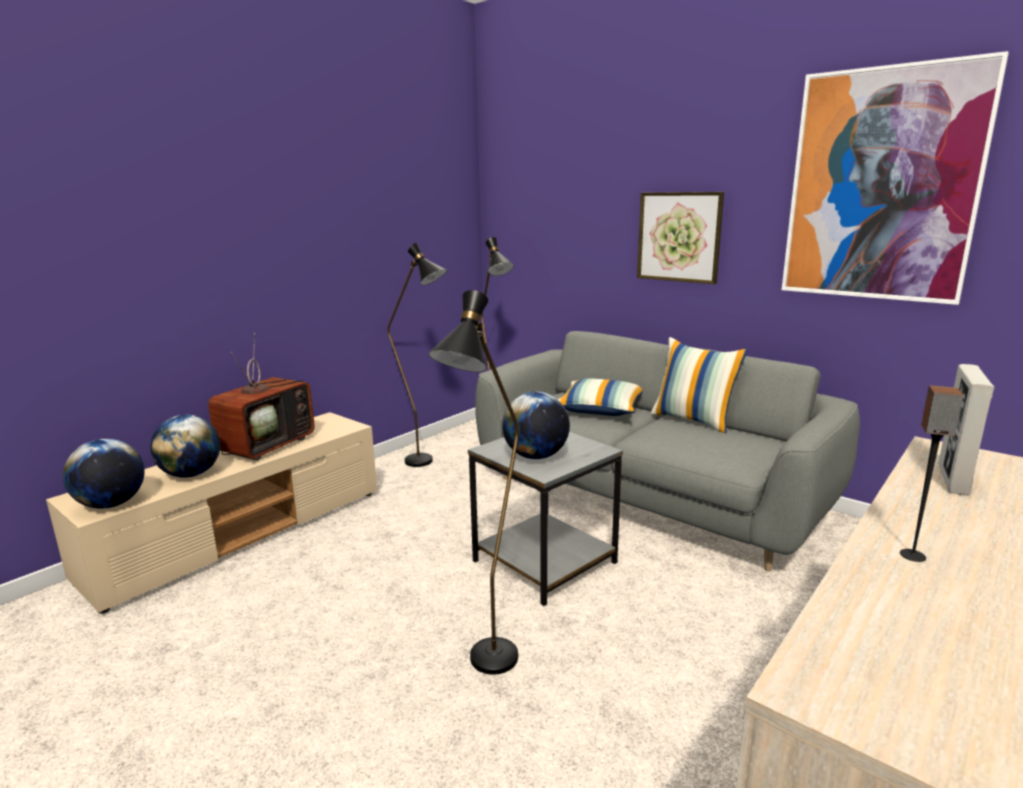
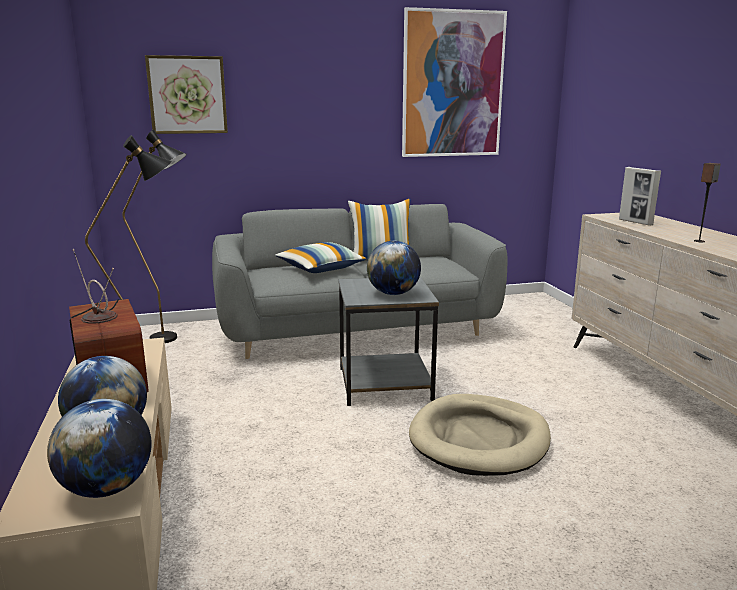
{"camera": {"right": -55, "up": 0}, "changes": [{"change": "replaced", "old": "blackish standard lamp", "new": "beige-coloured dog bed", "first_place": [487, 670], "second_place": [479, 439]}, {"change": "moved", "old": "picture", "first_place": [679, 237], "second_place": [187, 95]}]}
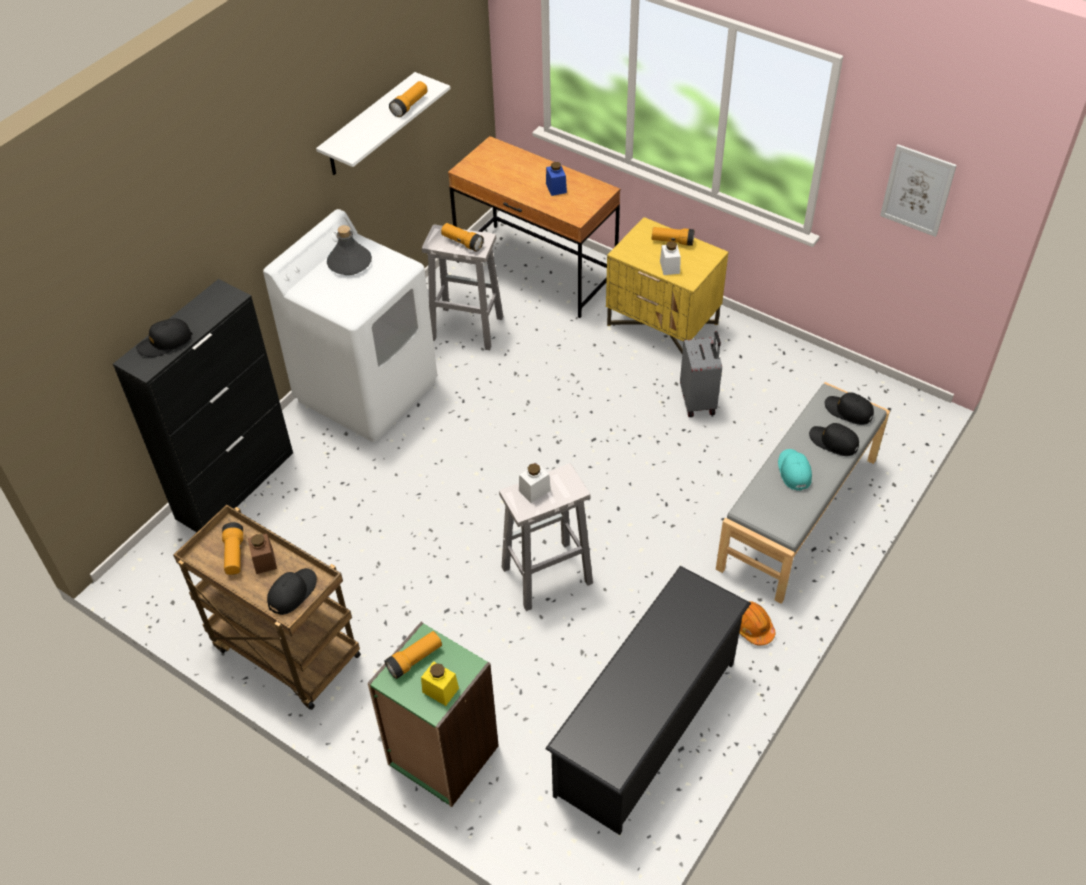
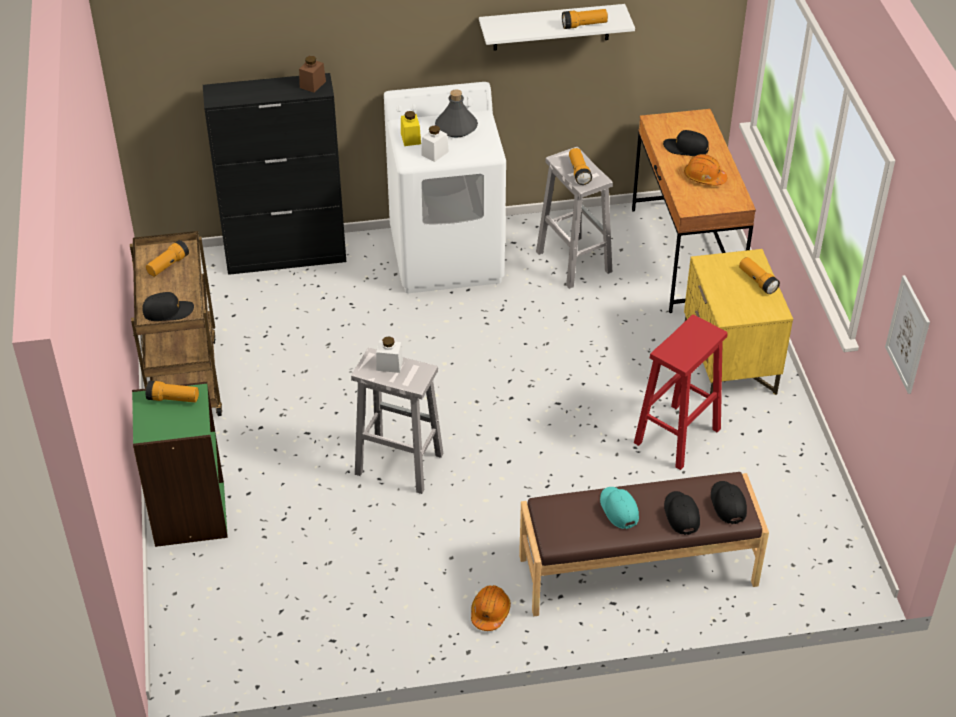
{"camera": {"right": 45, "up": -5}, "changes": [{"change": "moved", "old": "blackish cap", "first_place": [165, 343], "second_place": [686, 148]}, {"change": "moved", "old": "brown storage jar", "first_place": [264, 561], "second_place": [312, 84]}, {"change": "moved", "old": "yellow storage jar", "first_place": [440, 690], "second_place": [410, 138]}, {"change": "removed", "old": "blackish shoe stand", "first_place": [647, 727]}, {"change": "replaced", "old": "bluish storage jar", "new": "orange-coloured safety helmet", "first_place": [556, 188], "second_place": [704, 177]}, {"change": "moved", "old": "white storage jar", "first_place": [669, 267], "second_place": [435, 153]}, {"change": "replaced", "old": "grey travel case", "new": "red stool seat", "first_place": [699, 401], "second_place": [676, 437]}, {"change": "recoloured", "old": "grey bench", "new": "brown bench", "first_place": [799, 514], "second_place": [638, 572]}, {"change": "turned", "old": "turquoise cap", "first_place": [794, 471], "second_place": [618, 509], "degrees": -60}]}
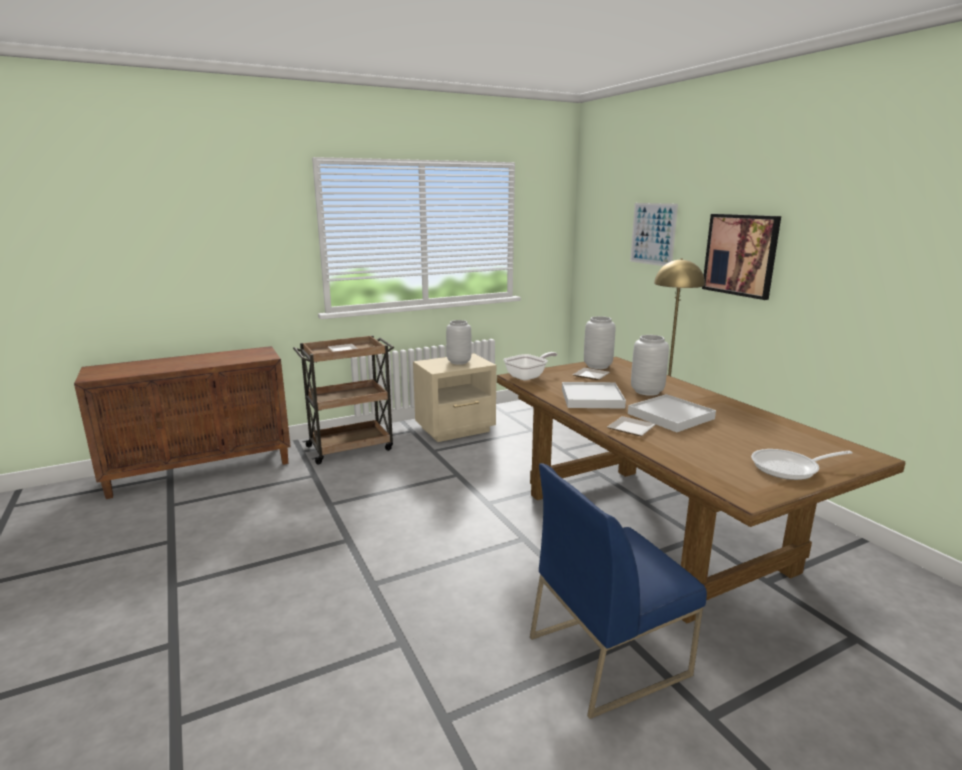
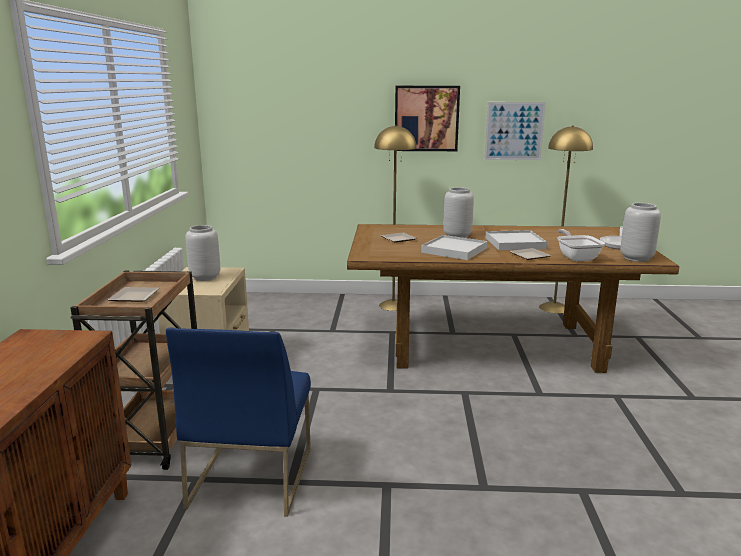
{"camera": {"right": -60, "up": 0}, "changes": [{"change": "moved", "old": "skillet", "first_place": [528, 376], "second_place": [576, 257]}, {"change": "moved", "old": "bluish chair", "first_place": [608, 654], "second_place": [250, 476]}, {"change": "moved", "old": "grey flower vase", "first_place": [598, 366], "second_place": [636, 258]}, {"change": "moved", "old": "picture", "first_place": [653, 234], "second_place": [514, 131]}, {"change": "added", "new": "yellow standard lamp", "second_place": [554, 308]}]}
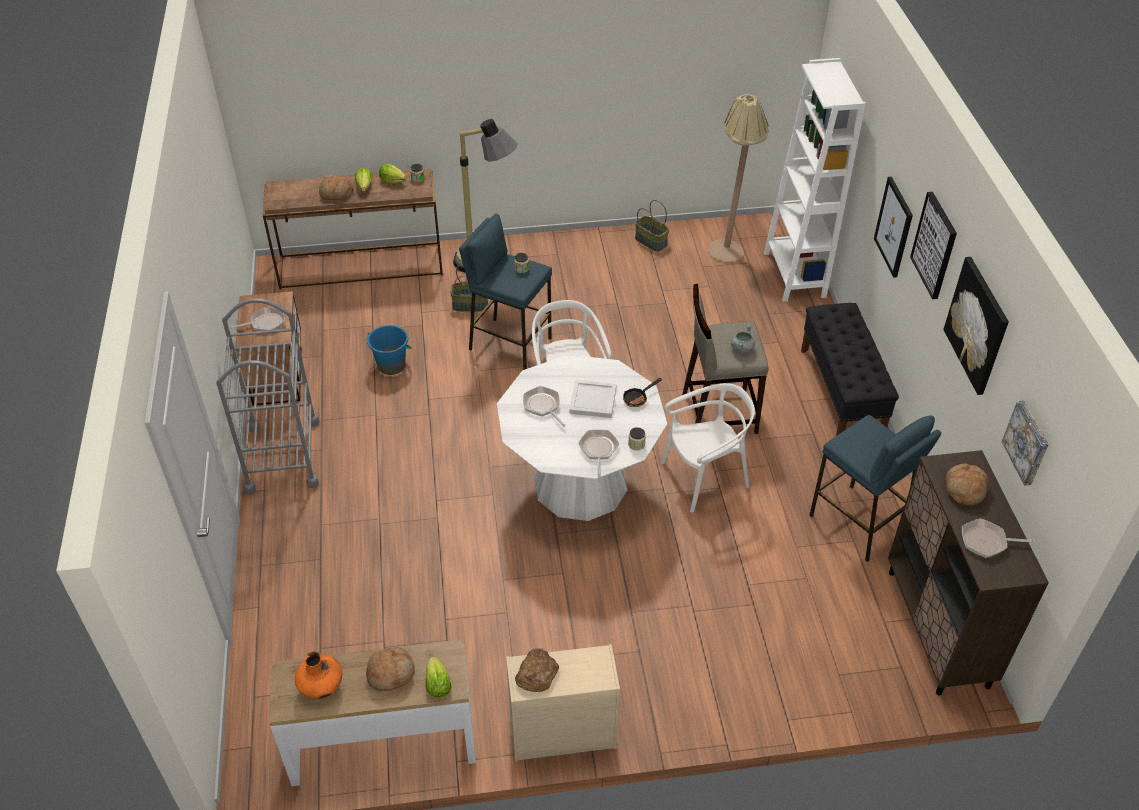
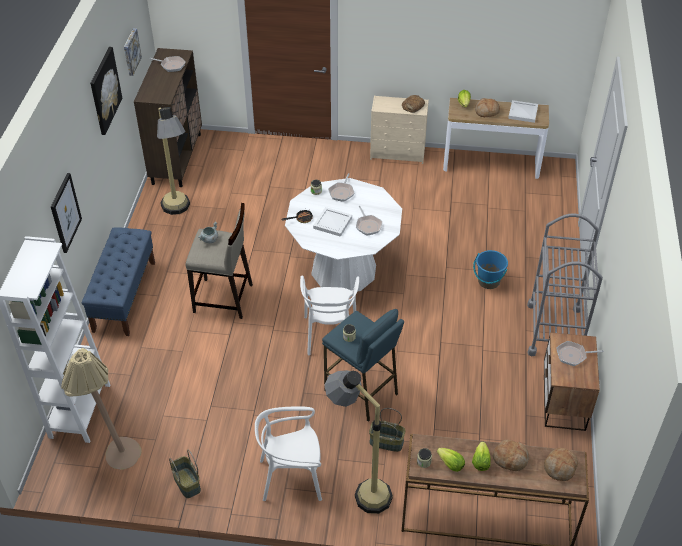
{"camera": {"right": -165, "up": 0}, "changes": [{"change": "replaced", "old": "orange-coloured flower vase", "new": "white tray", "first_place": [321, 686], "second_place": [522, 113]}, {"change": "moved", "old": "bluish water bucket", "first_place": [391, 365], "second_place": [488, 281]}, {"change": "moved", "old": "white chair", "first_place": [705, 478], "second_place": [291, 477]}, {"change": "recoloured", "old": "blackish bench", "new": "bluish bench", "first_place": [841, 392], "second_place": [124, 296]}, {"change": "replaced", "old": "bluish stool seat", "new": "standard lamp", "first_place": [858, 524], "second_place": [179, 213]}, {"change": "removed", "old": "picture", "first_place": [935, 245]}, {"change": "moved", "old": "bakery bread", "first_place": [964, 489], "second_place": [560, 467]}]}
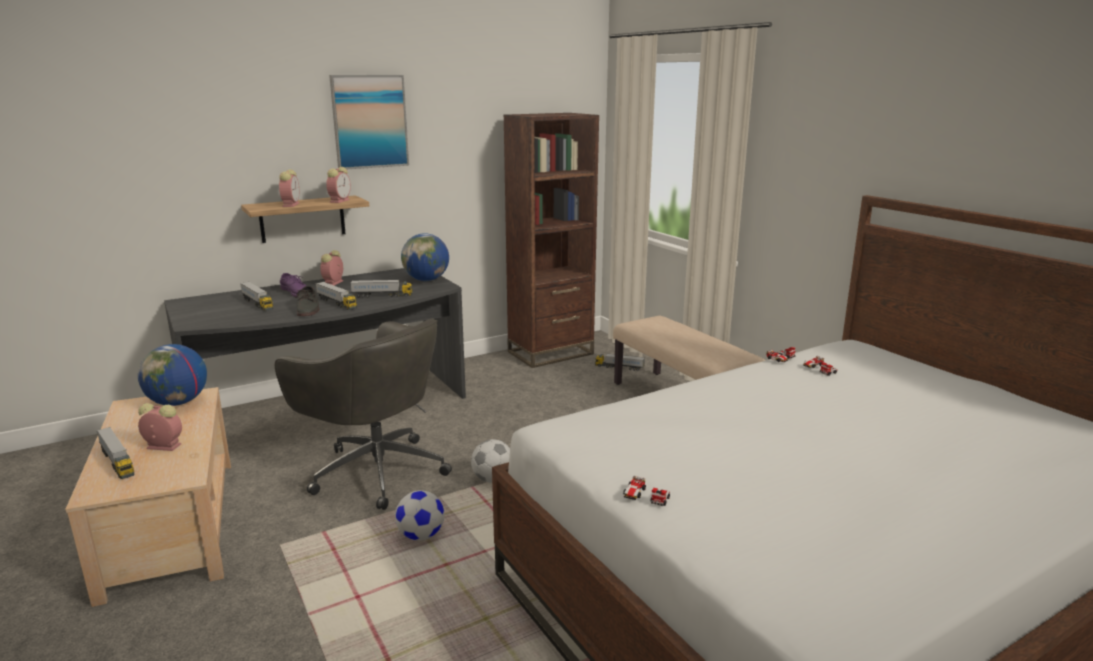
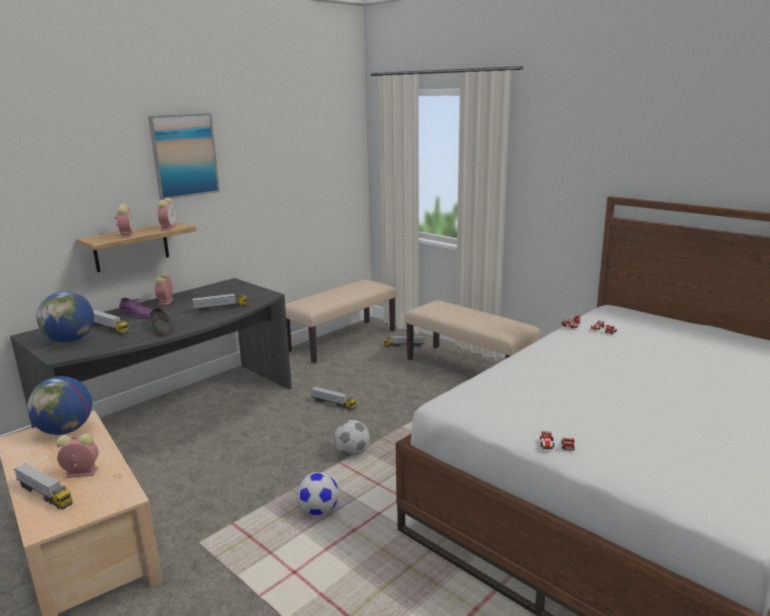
{"camera": {"right": -15, "up": 0}, "changes": [{"change": "removed", "old": "grey desk chair", "first_place": [376, 470]}, {"change": "moved", "old": "model truck", "first_place": [336, 303], "second_place": [333, 404]}, {"change": "moved", "old": "world globe", "first_place": [426, 280], "second_place": [70, 340]}, {"change": "replaced", "old": "brown shelving unit", "new": "beige-coloured bench", "first_place": [550, 353], "second_place": [342, 340]}]}
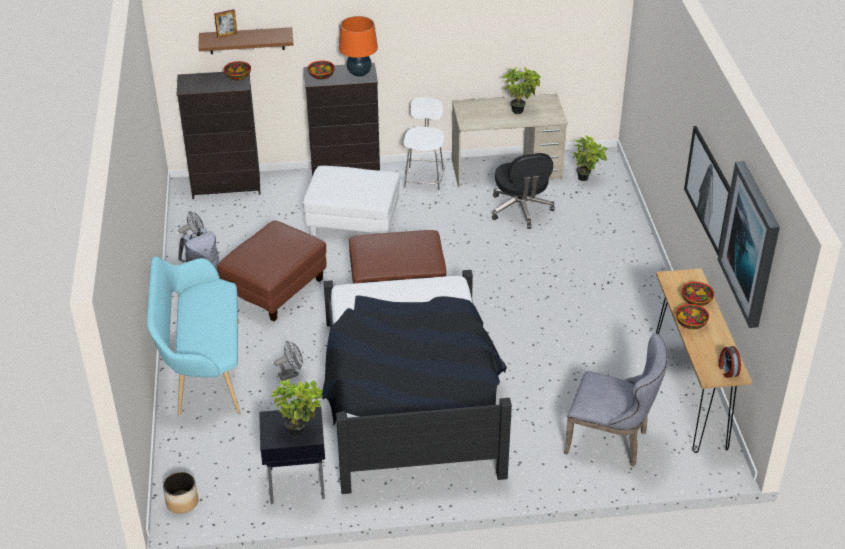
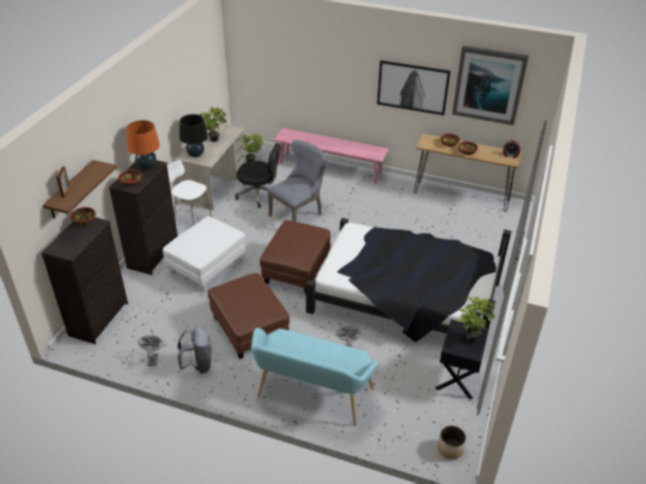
{"camera": {"right": -65, "up": 0}, "changes": [{"change": "moved", "old": "grey chair", "first_place": [612, 441], "second_place": [299, 214]}, {"change": "added", "new": "blackish tabletop lamp", "second_place": [195, 154]}, {"change": "added", "new": "pinkish bench", "second_place": [330, 168]}]}
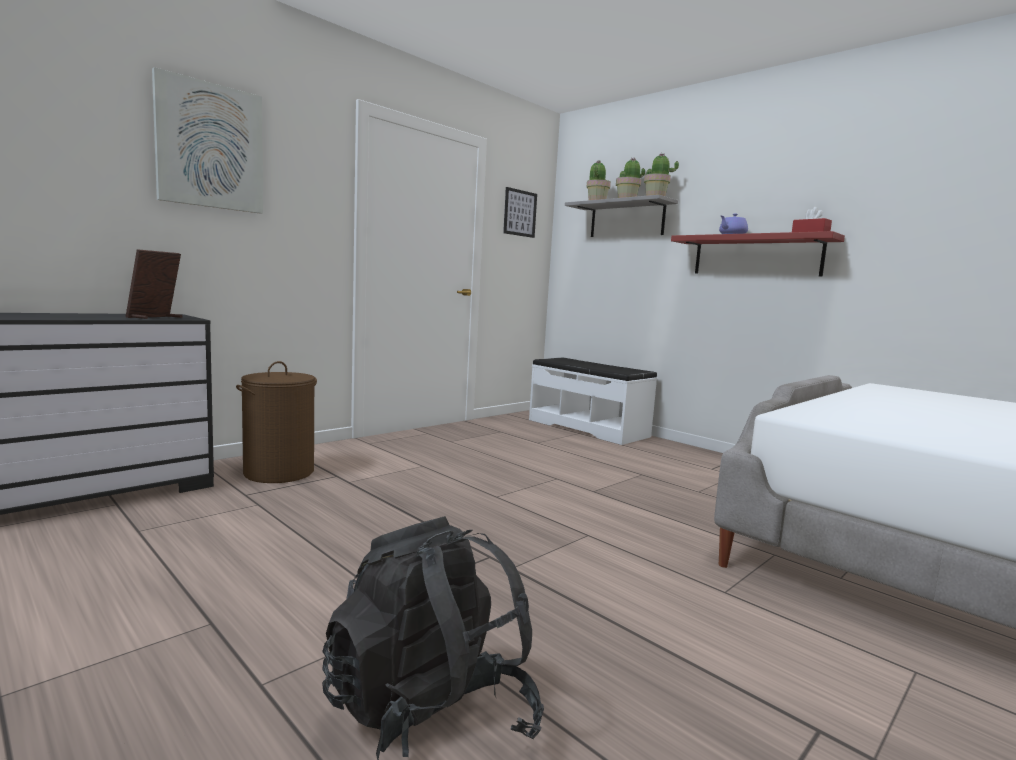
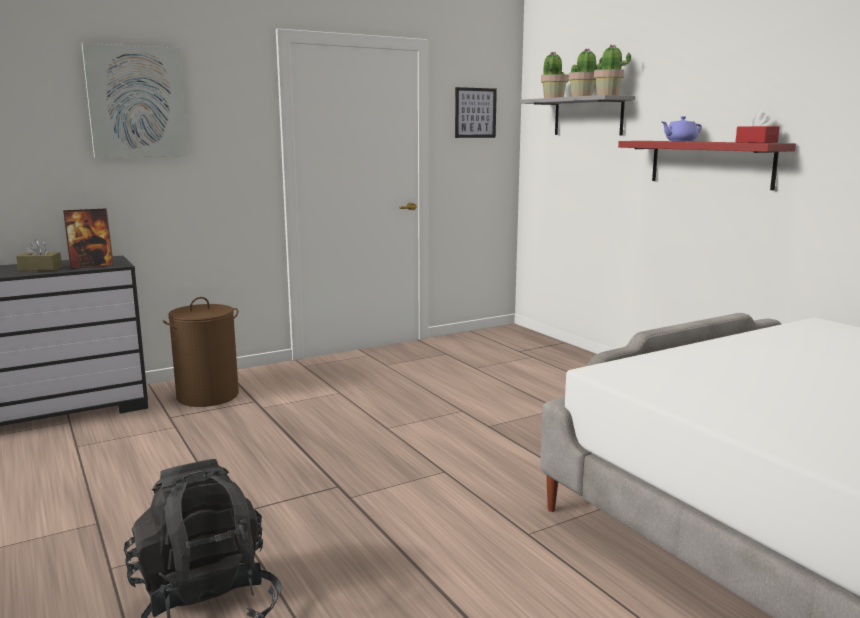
{"camera": {"right": 15, "up": 5}, "changes": [{"change": "turned", "old": "photo frame", "first_place": [155, 317], "second_place": [91, 266], "degrees": -150}, {"change": "removed", "old": "white bench", "first_place": [588, 428]}, {"change": "added", "new": "brown box of tissues", "second_place": [40, 269]}]}
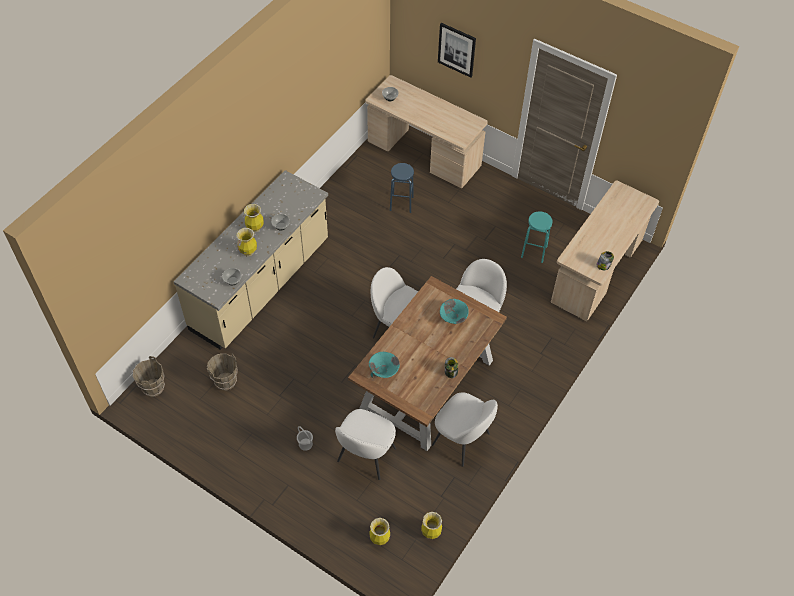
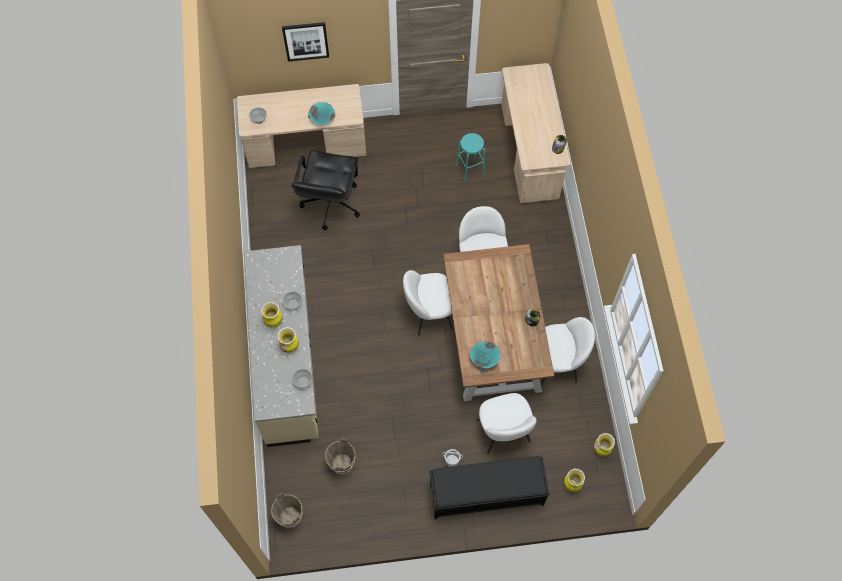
{"camera": {"right": -40, "up": 10}, "changes": [{"change": "replaced", "old": "bluish stool seat", "new": "blackish desk chair", "first_place": [401, 203], "second_place": [330, 204]}, {"change": "moved", "old": "turquoise serving bowl", "first_place": [453, 318], "second_place": [322, 119]}, {"change": "added", "new": "blackish bench", "second_place": [485, 494]}]}
